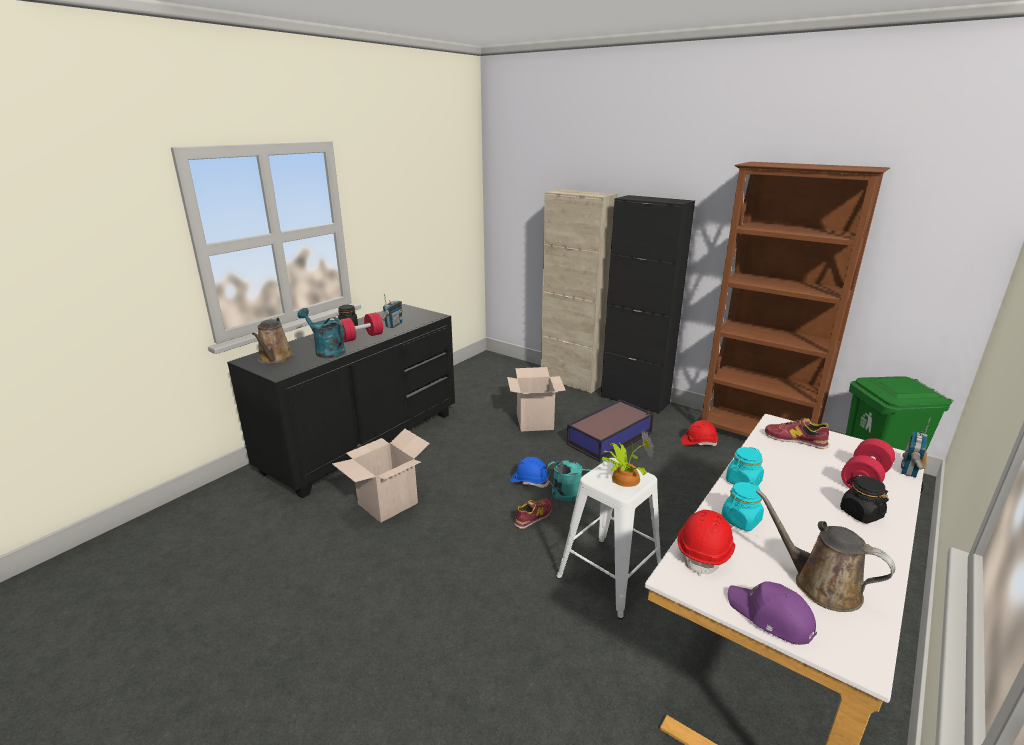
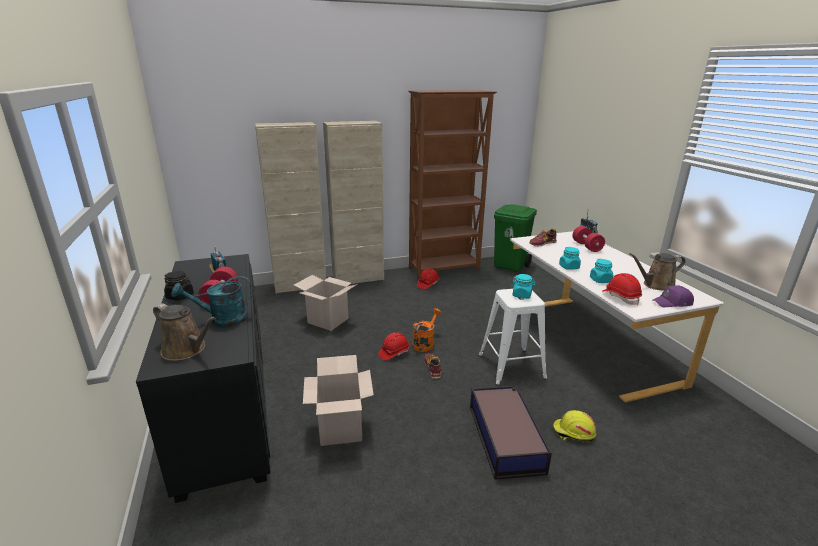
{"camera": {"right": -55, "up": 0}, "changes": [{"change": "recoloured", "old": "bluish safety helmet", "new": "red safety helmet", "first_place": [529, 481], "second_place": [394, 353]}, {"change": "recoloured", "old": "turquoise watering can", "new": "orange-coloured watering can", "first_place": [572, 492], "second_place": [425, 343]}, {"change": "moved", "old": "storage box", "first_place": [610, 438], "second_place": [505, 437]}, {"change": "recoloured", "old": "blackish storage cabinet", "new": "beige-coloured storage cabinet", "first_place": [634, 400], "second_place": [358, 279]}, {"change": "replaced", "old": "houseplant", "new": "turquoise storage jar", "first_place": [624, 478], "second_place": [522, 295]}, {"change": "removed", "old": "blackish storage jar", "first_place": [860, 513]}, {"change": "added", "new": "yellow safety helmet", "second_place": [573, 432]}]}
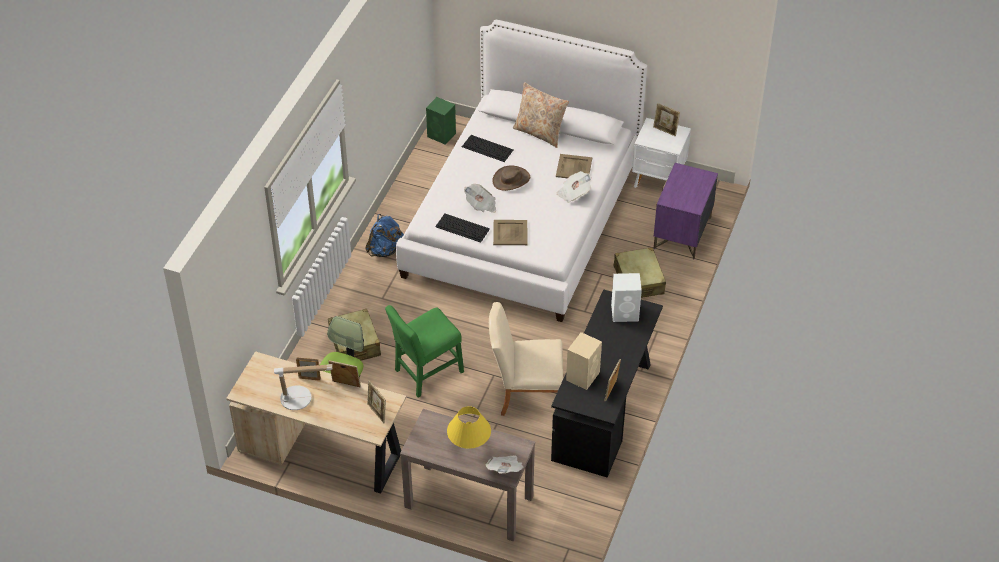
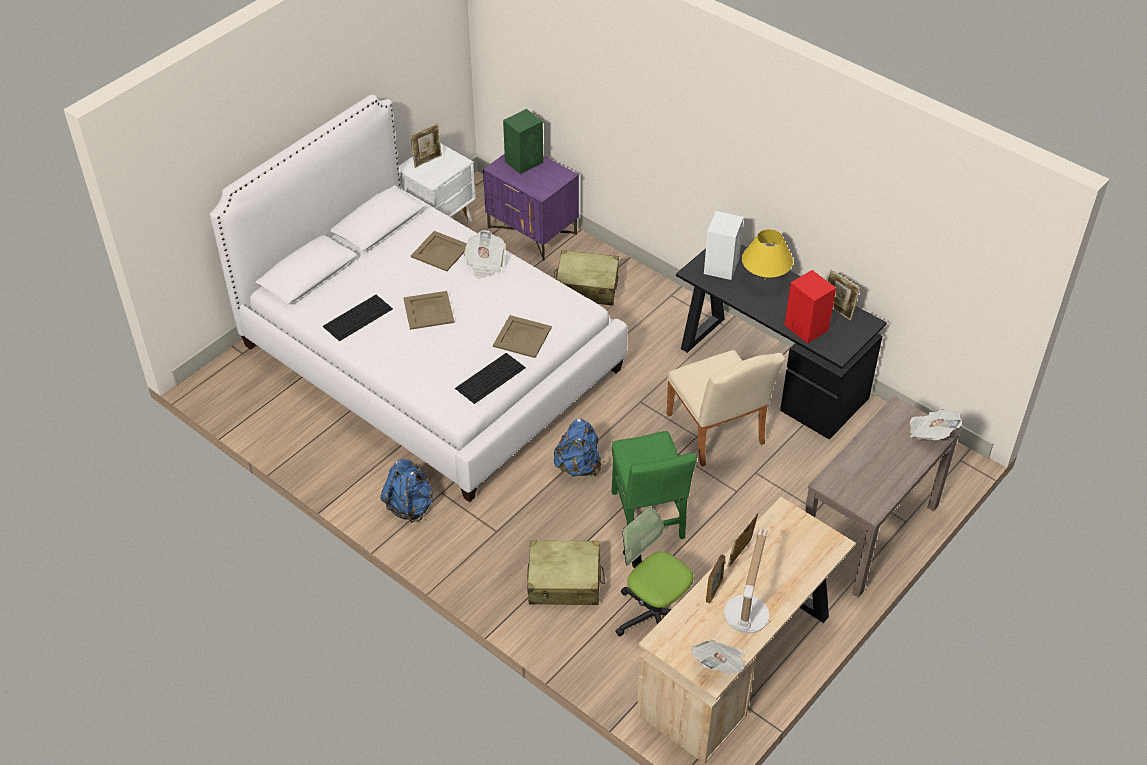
{"camera": {"right": -70, "up": 0}, "changes": [{"change": "removed", "old": "photo frame", "first_place": [377, 413]}, {"change": "moved", "old": "greenish audio speaker", "first_place": [442, 135], "second_place": [524, 161]}, {"change": "moved", "old": "yellow tabletop lamp", "first_place": [469, 445], "second_place": [764, 280]}, {"change": "moved", "old": "newspaper", "first_place": [481, 205], "second_place": [719, 664]}, {"change": "turned", "old": "beige-coloured chair", "first_place": [525, 393], "second_place": [718, 433], "degrees": -45}, {"change": "replaced", "old": "brown hat", "new": "beige-coloured tray", "first_place": [511, 179], "second_place": [429, 311]}, {"change": "removed", "old": "beige-coloured cushion", "first_place": [540, 133]}, {"change": "recoloured", "old": "beige-coloured audio speaker", "new": "red audio speaker", "first_place": [583, 375], "second_place": [805, 327]}, {"change": "added", "new": "bluish backpack", "second_place": [578, 466]}]}
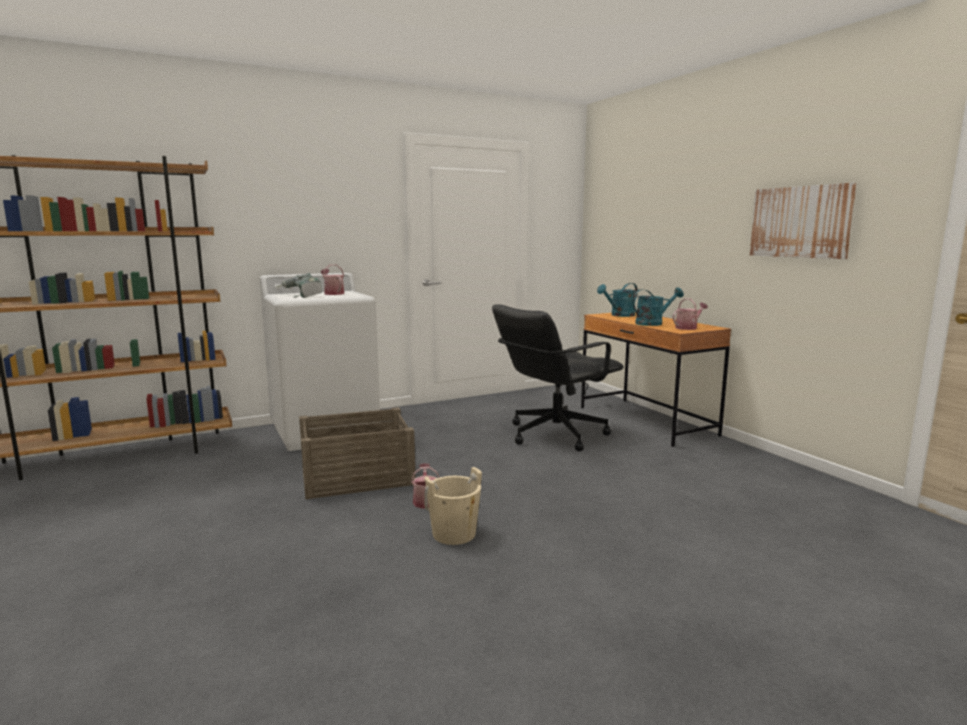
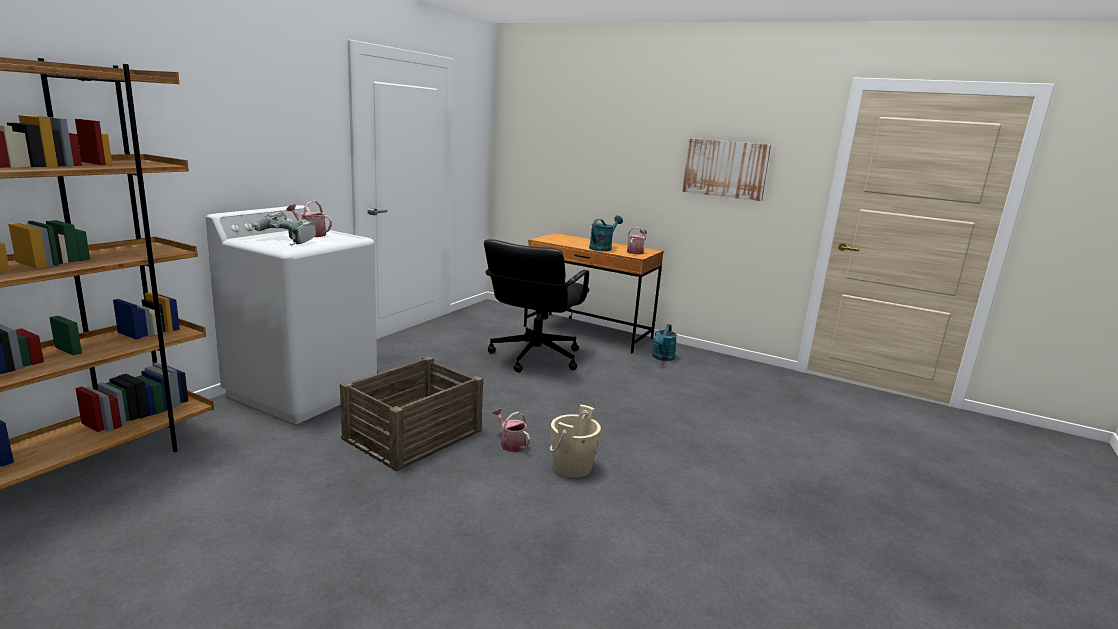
{"camera": {"right": -35, "up": 5}, "changes": [{"change": "moved", "old": "turquoise watering can", "first_place": [619, 315], "second_place": [662, 358]}]}
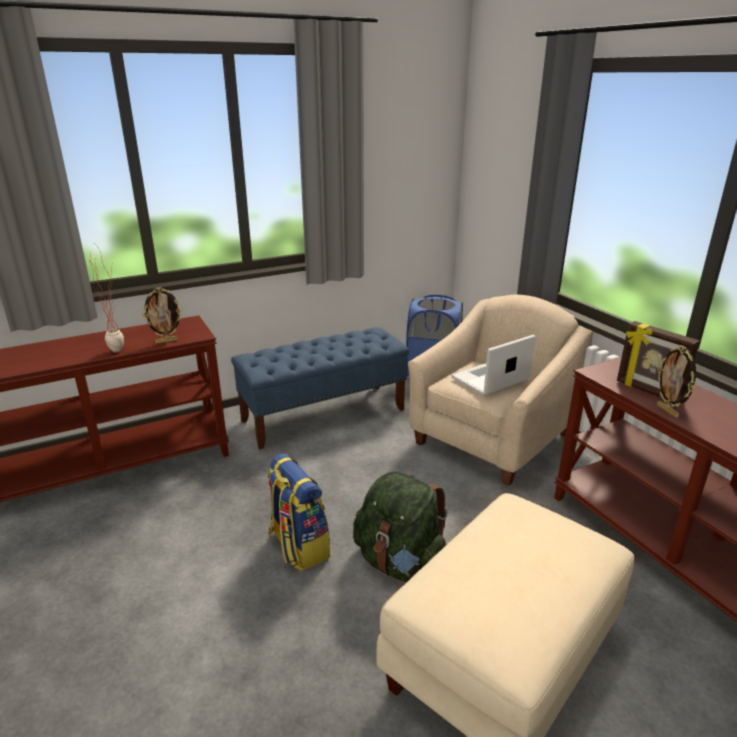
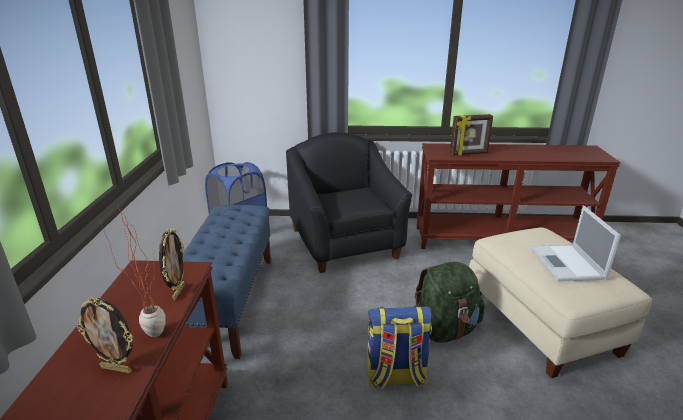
{"camera": {"right": -60, "up": 0}, "changes": [{"change": "recoloured", "old": "beige-coloured armchair", "new": "blackish armchair", "first_place": [491, 439], "second_place": [345, 243]}, {"change": "moved", "old": "portable computer", "first_place": [489, 379], "second_place": [567, 264]}, {"change": "moved", "old": "photo frame", "first_place": [668, 411], "second_place": [117, 369]}]}
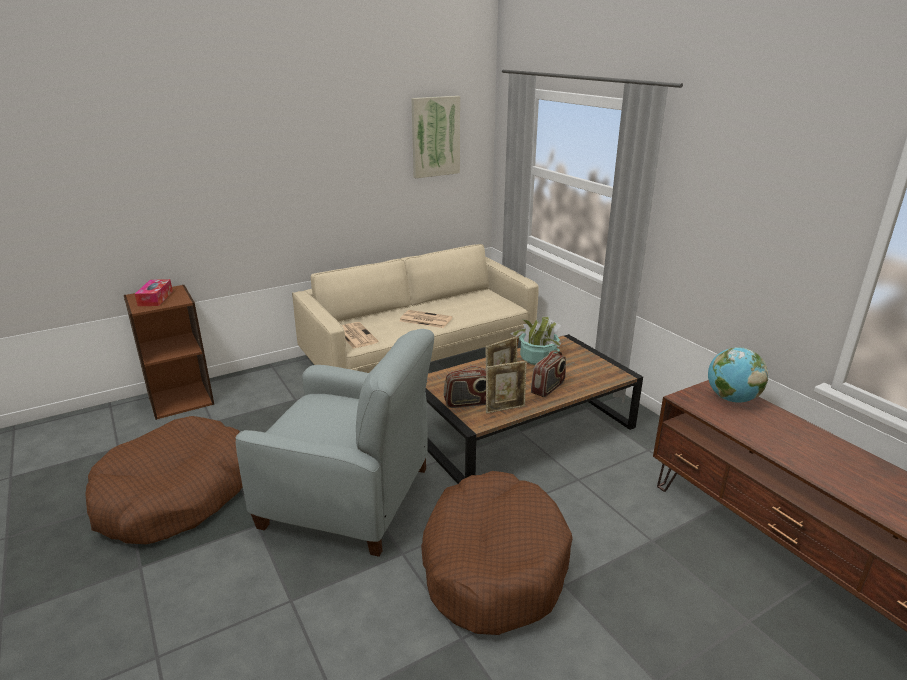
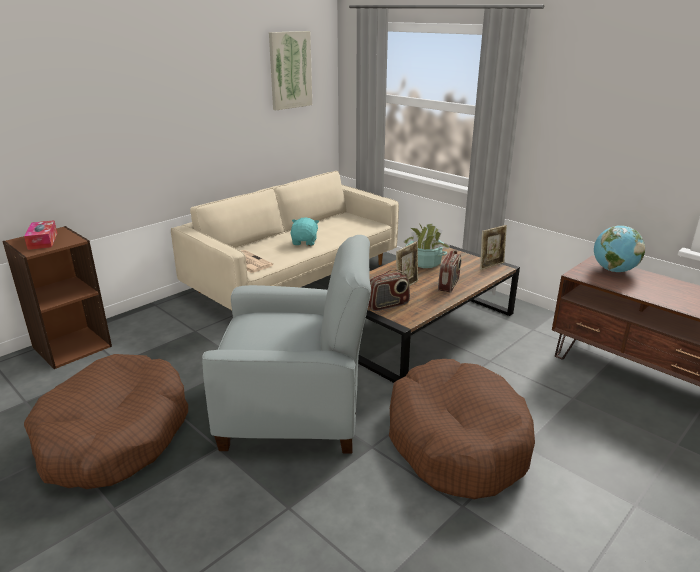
{"camera": {"right": -15, "up": 0}, "changes": [{"change": "replaced", "old": "newspaper", "new": "turquoise cuddly toy", "first_place": [425, 319], "second_place": [305, 242]}, {"change": "moved", "old": "photo frame", "first_place": [505, 408], "second_place": [491, 265]}]}
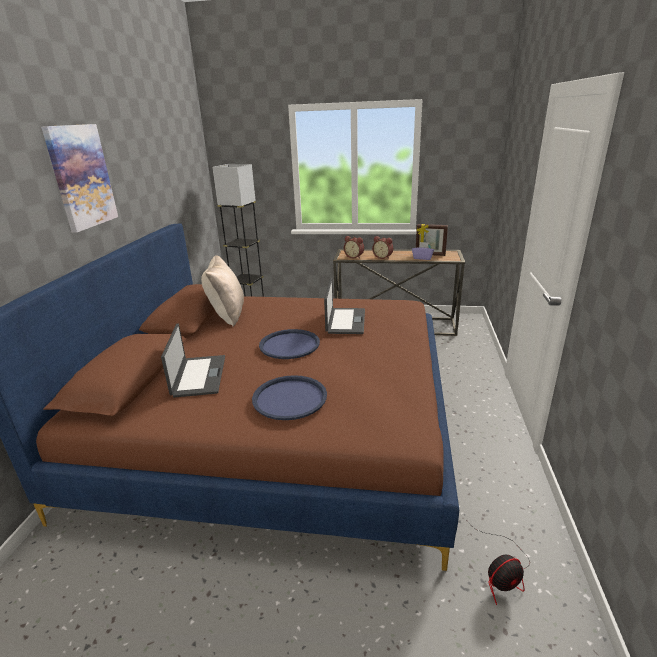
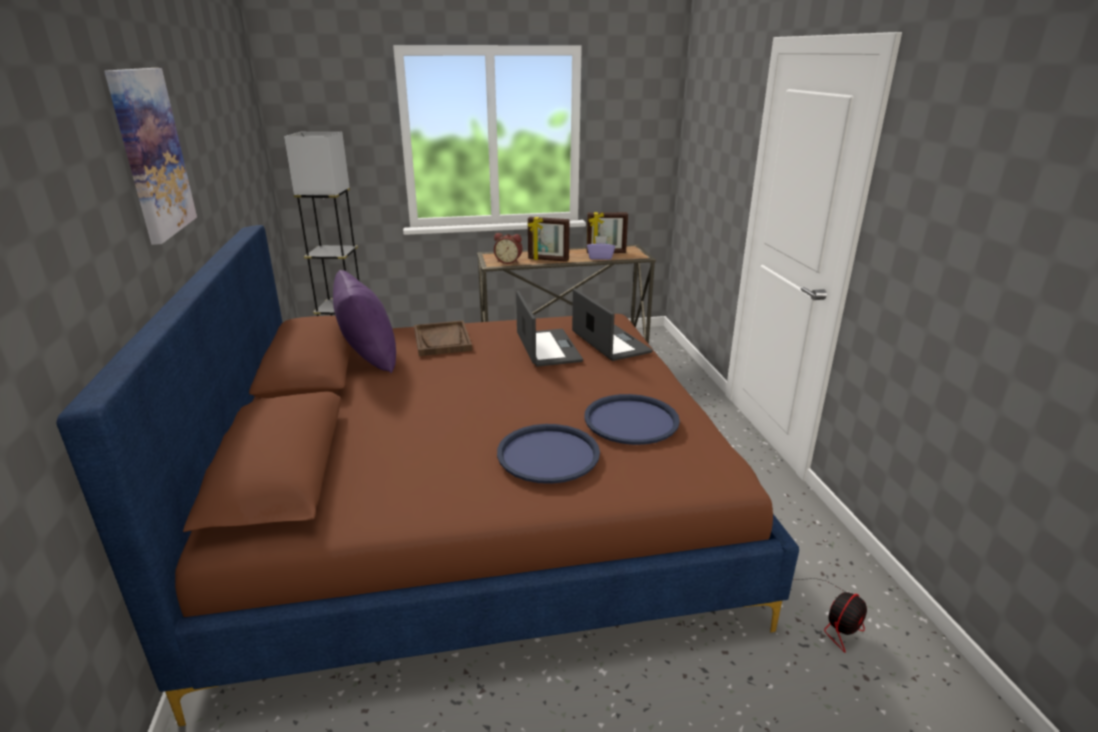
{"camera": {"right": -20, "up": 0}, "changes": [{"change": "moved", "old": "portable computer", "first_place": [198, 376], "second_place": [609, 343]}, {"change": "recoloured", "old": "beige-coloured cushion", "new": "purple-coloured cushion", "first_place": [227, 315], "second_place": [369, 358]}, {"change": "moved", "old": "bluish tray", "first_place": [289, 345], "second_place": [631, 420]}, {"change": "replaced", "old": "table clock", "new": "photo frame", "first_place": [383, 257], "second_place": [548, 260]}, {"change": "added", "new": "brown tray", "second_place": [442, 340]}]}
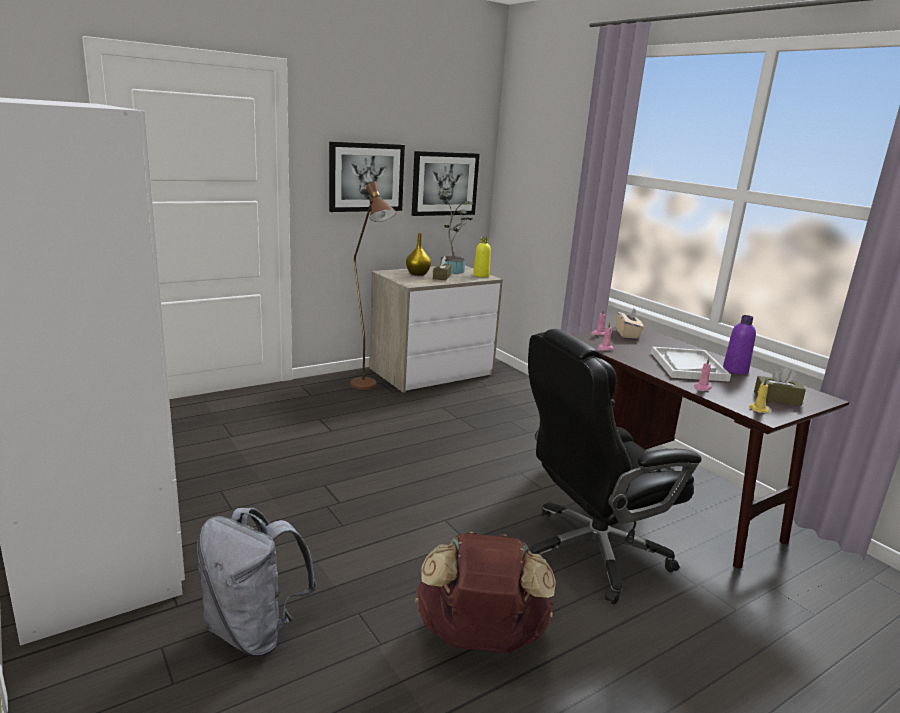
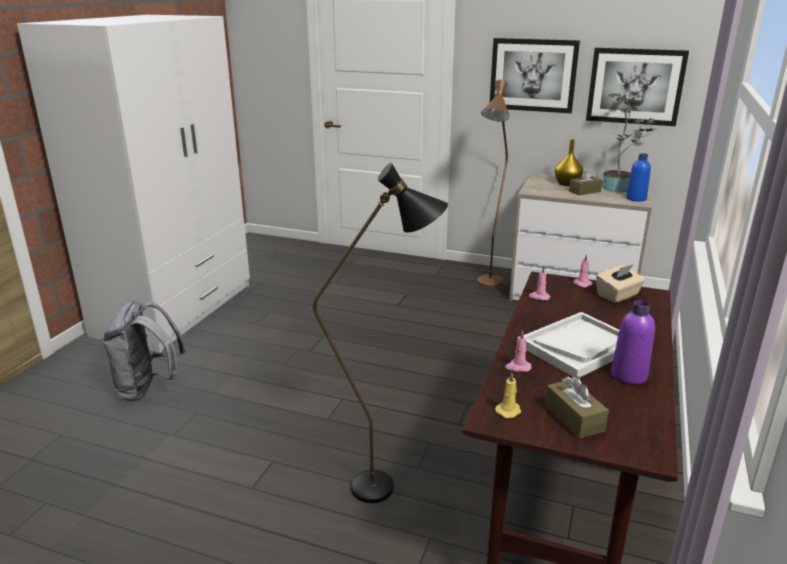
{"camera": {"right": 55, "up": 5}, "changes": [{"change": "removed", "old": "brown backpack", "first_place": [480, 640]}, {"change": "recoloured", "old": "yellow bottle", "new": "bluish bottle", "first_place": [481, 275], "second_place": [636, 198]}, {"change": "replaced", "old": "blackish desk chair", "new": "blackish standard lamp", "first_place": [590, 552], "second_place": [389, 487]}]}
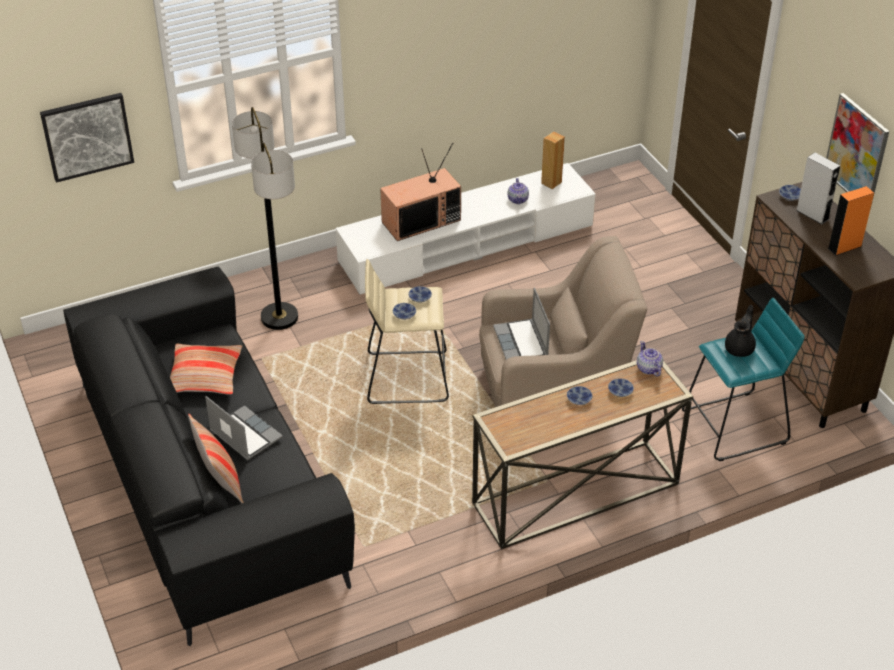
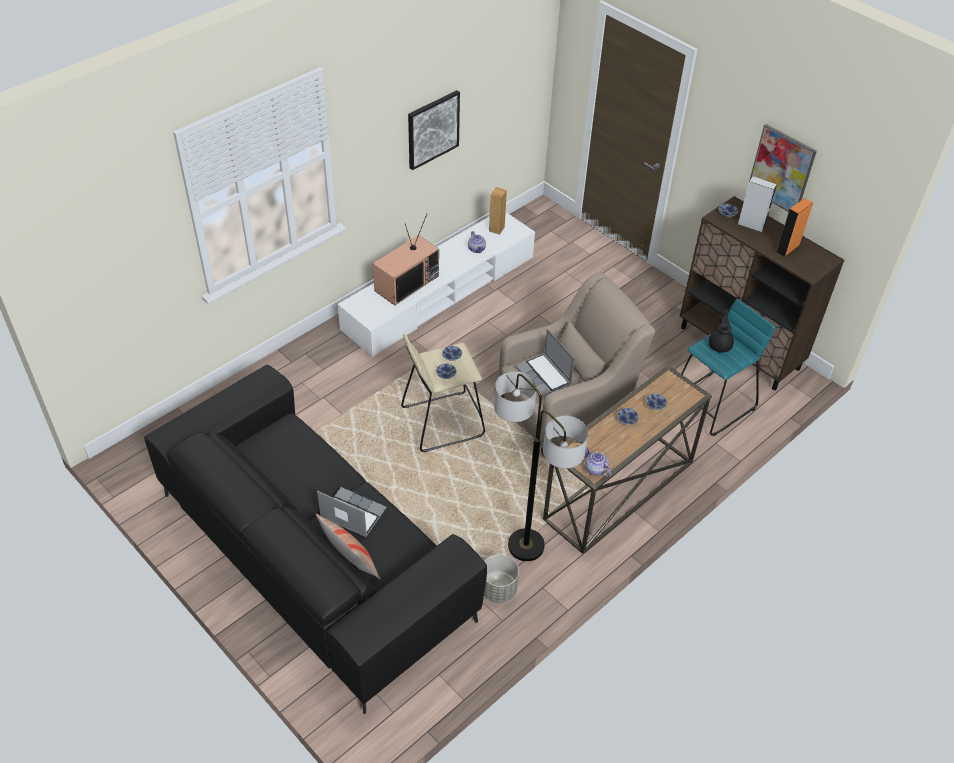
{"camera": {"right": -20, "up": 5}, "changes": [{"change": "moved", "old": "picture", "first_place": [87, 136], "second_place": [432, 129]}, {"change": "removed", "old": "cushion", "first_place": [204, 376]}, {"change": "moved", "old": "standard lamp", "first_place": [279, 317], "second_place": [526, 546]}, {"change": "moved", "old": "tea pot", "first_place": [648, 369], "second_place": [595, 469]}, {"change": "added", "new": "grey flower pot", "second_place": [498, 589]}]}
